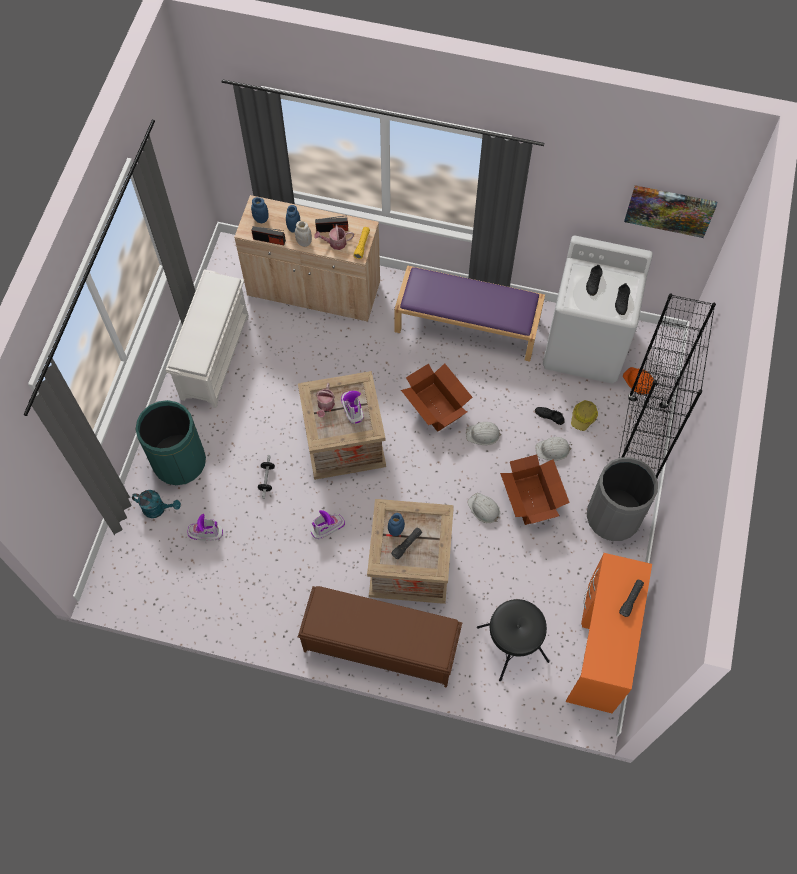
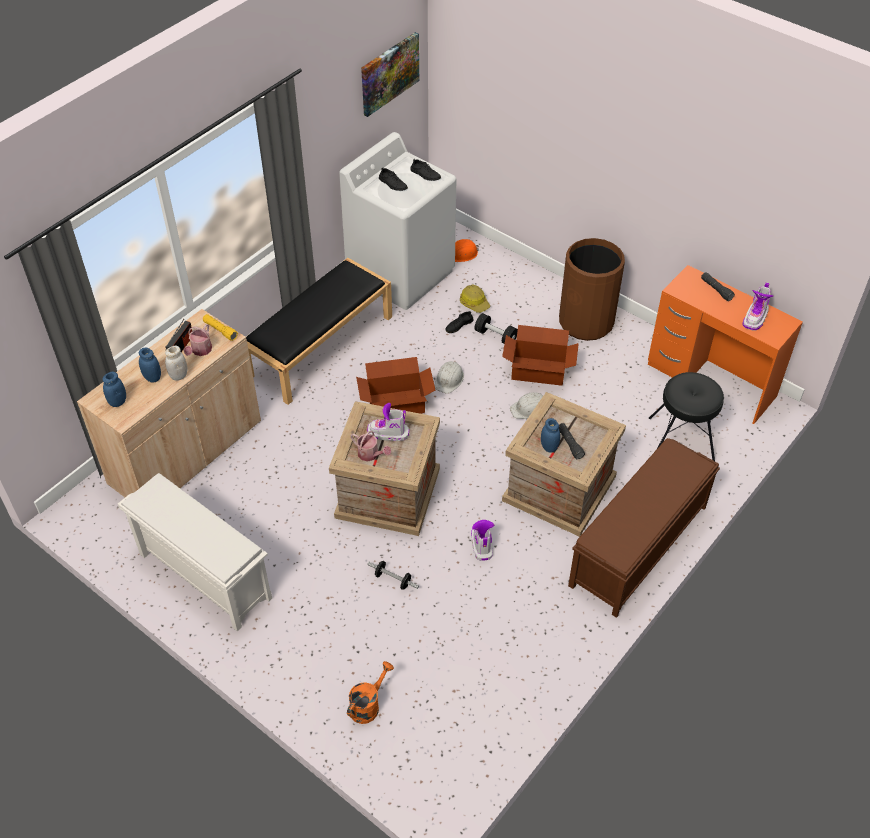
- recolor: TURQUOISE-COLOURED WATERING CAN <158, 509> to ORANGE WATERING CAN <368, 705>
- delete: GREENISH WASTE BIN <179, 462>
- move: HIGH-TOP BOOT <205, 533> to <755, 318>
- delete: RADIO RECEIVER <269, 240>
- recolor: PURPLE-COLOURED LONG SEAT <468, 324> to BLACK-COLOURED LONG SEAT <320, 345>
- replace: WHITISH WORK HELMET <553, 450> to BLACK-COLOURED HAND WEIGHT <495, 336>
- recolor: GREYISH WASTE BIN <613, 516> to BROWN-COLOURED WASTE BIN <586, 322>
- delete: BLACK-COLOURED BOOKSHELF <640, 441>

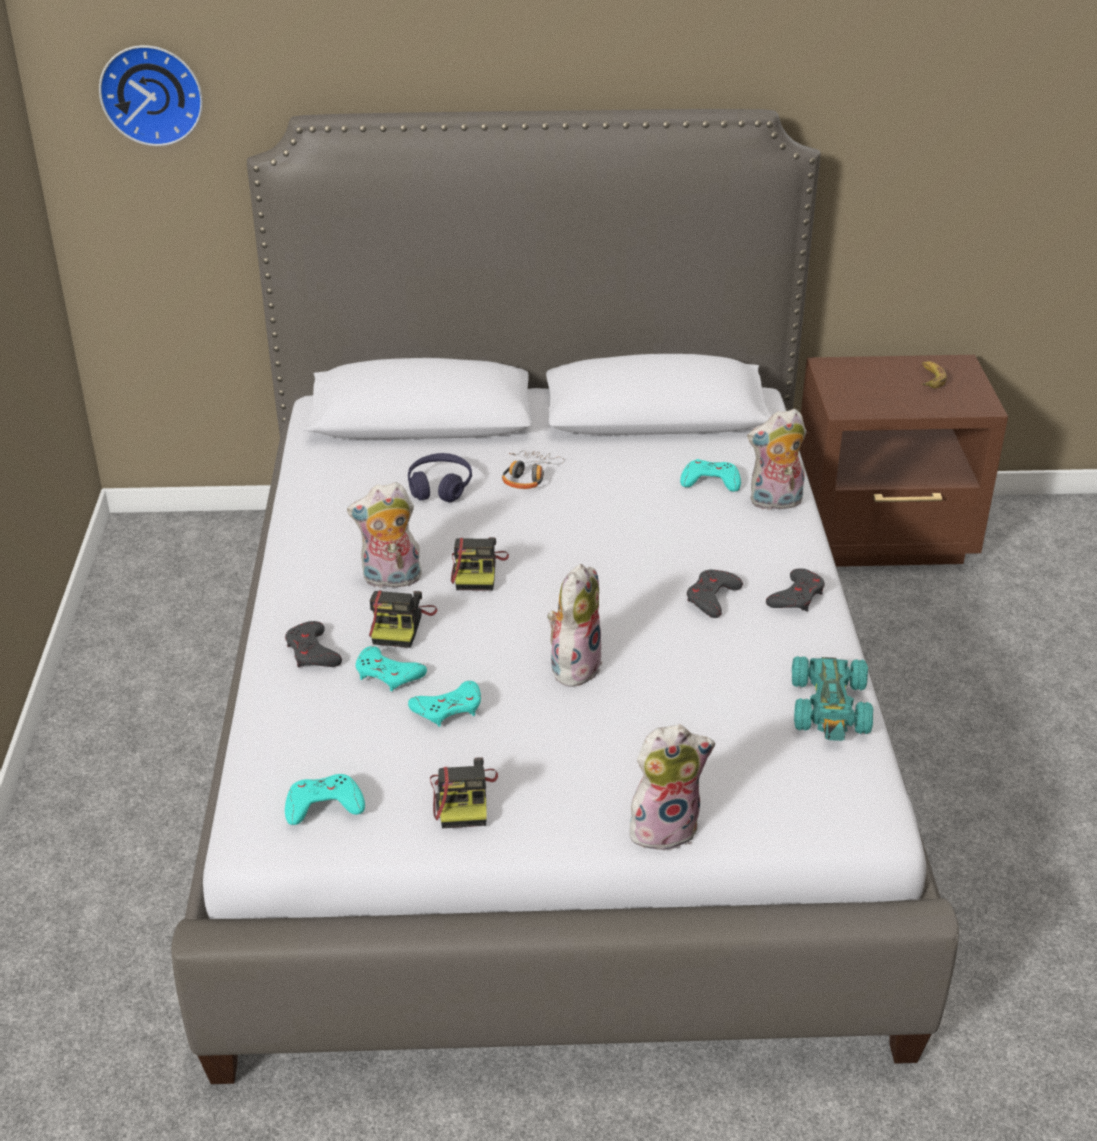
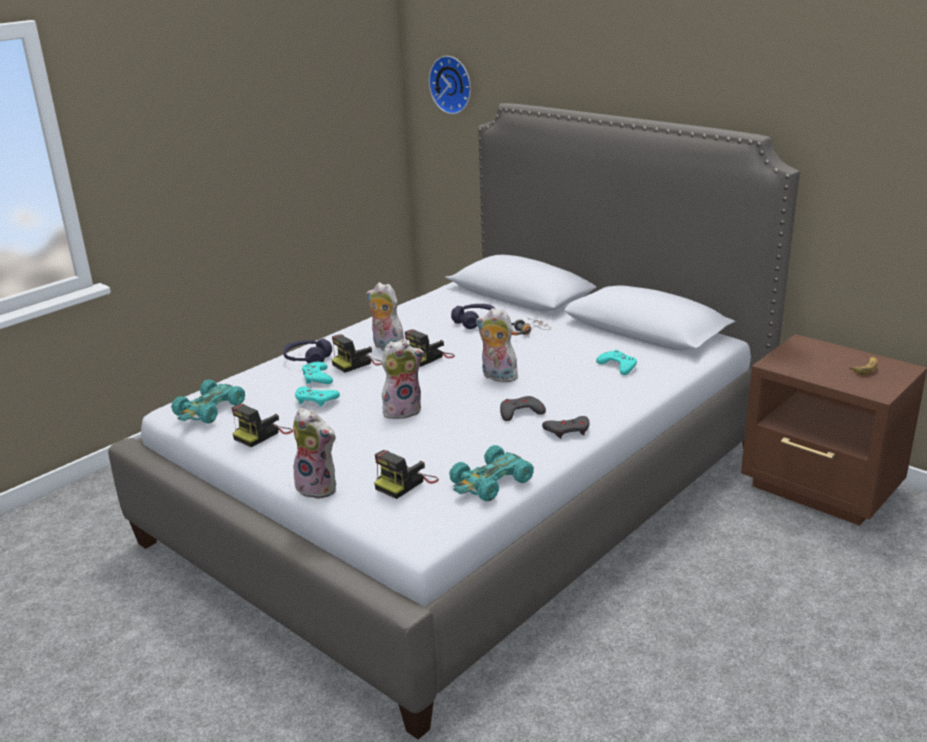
- replace: GREYISH GAMEPAD <312, 652> to PURPLE-COLOURED HEADPHONES <307, 359>
- replace: TURQUOISE-COLOURED GAMEPAD <323, 805> to TURQUOISE-COLOURED TOY CAR <209, 410>
- move: SOFT TOY <775, 503> to <497, 377>
- insert: PHOTO CAMERA <405, 483>

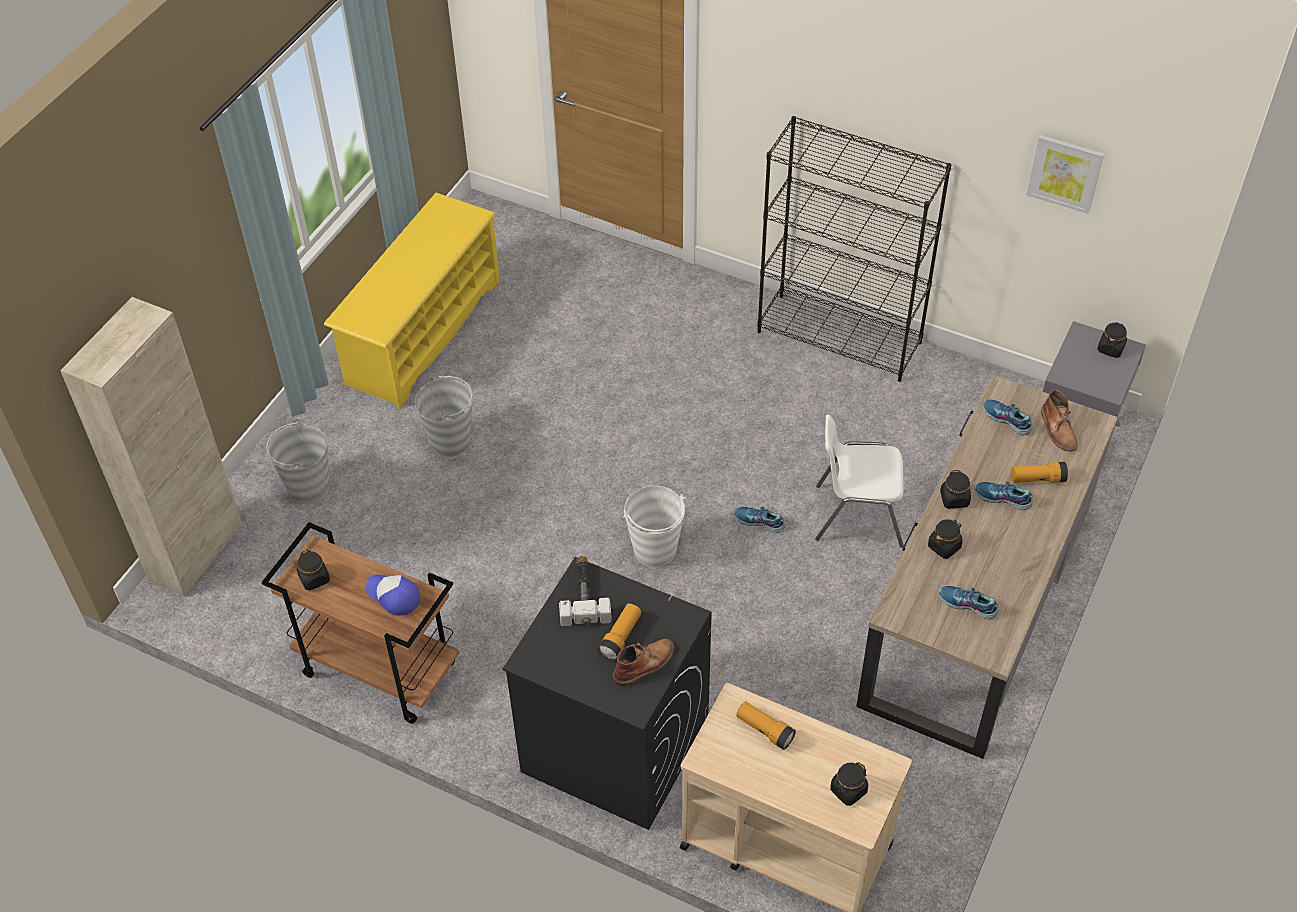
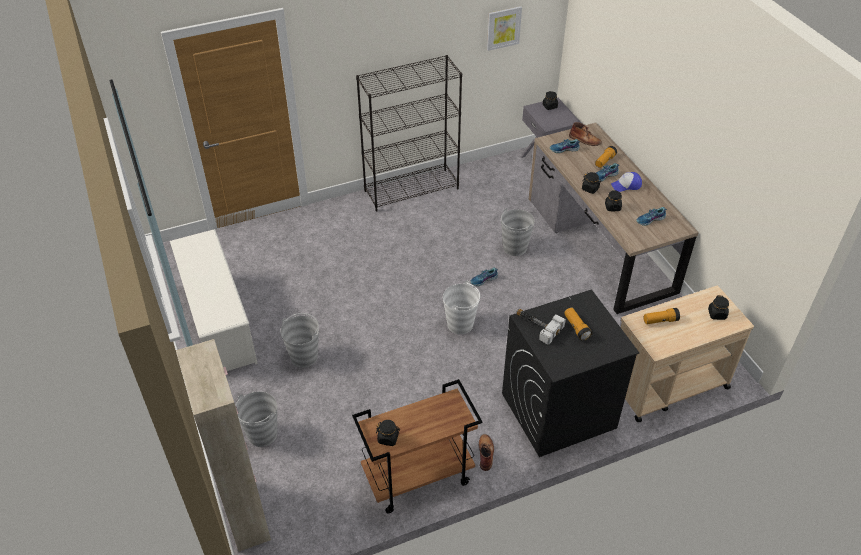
- recolor: YELLOW SHOE STAND <423, 332> to WHITISH SHOE STAND <218, 323>
- move: PEAKED CAP <393, 596> to <626, 185>
- move: BROWN-COLOURED HIGH-TOP BOOT <644, 664> to <485, 453>
- replace: WHITISH UPRIGHT CHAIR <857, 514> to GREYISH PAIL <514, 247>

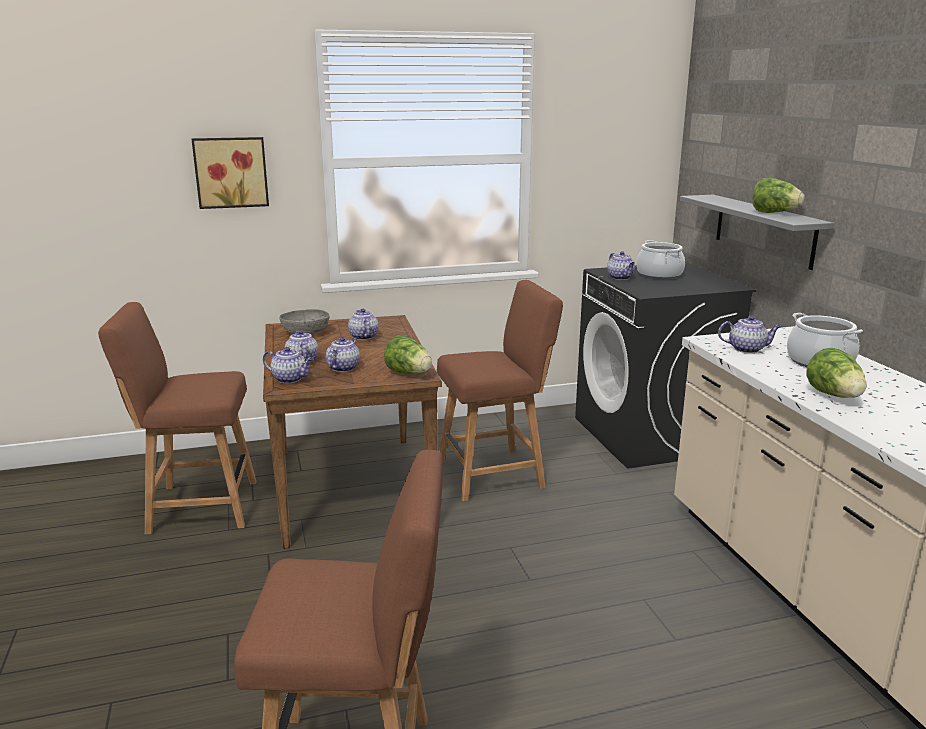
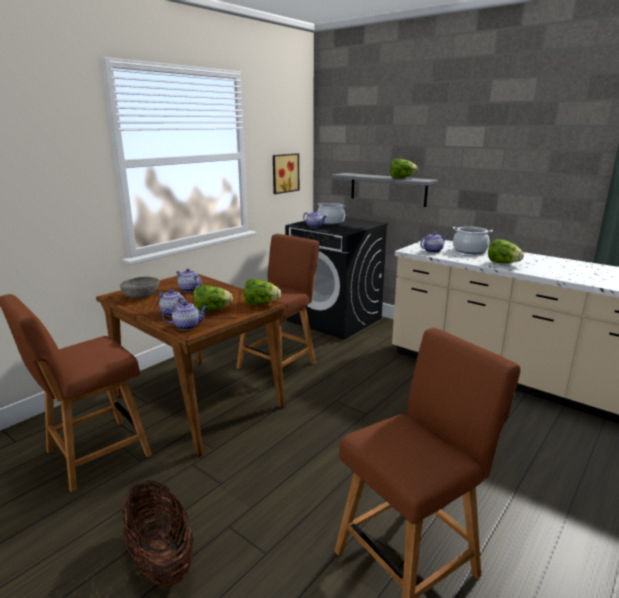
- move: WALL ART <231, 172> to <284, 173>
- replace: POT FOR TEA <343, 368> to LETTUCE HEAD <212, 310>
- insert: HOUSEHOLD BASKET <161, 558>

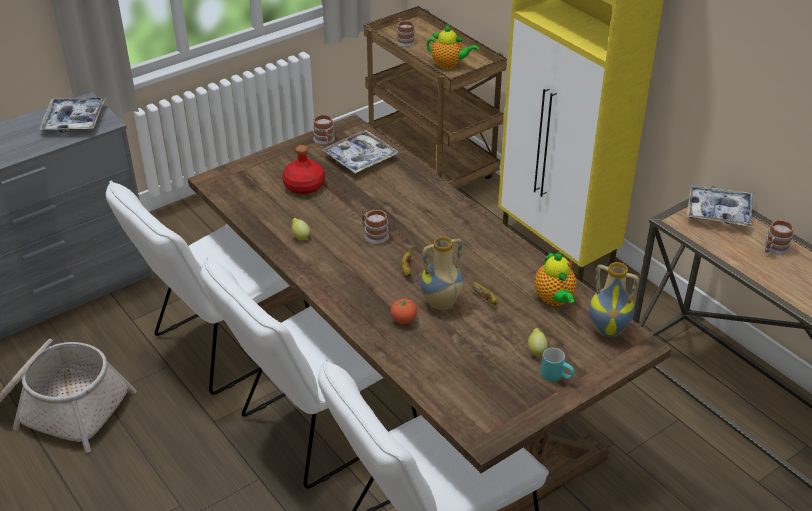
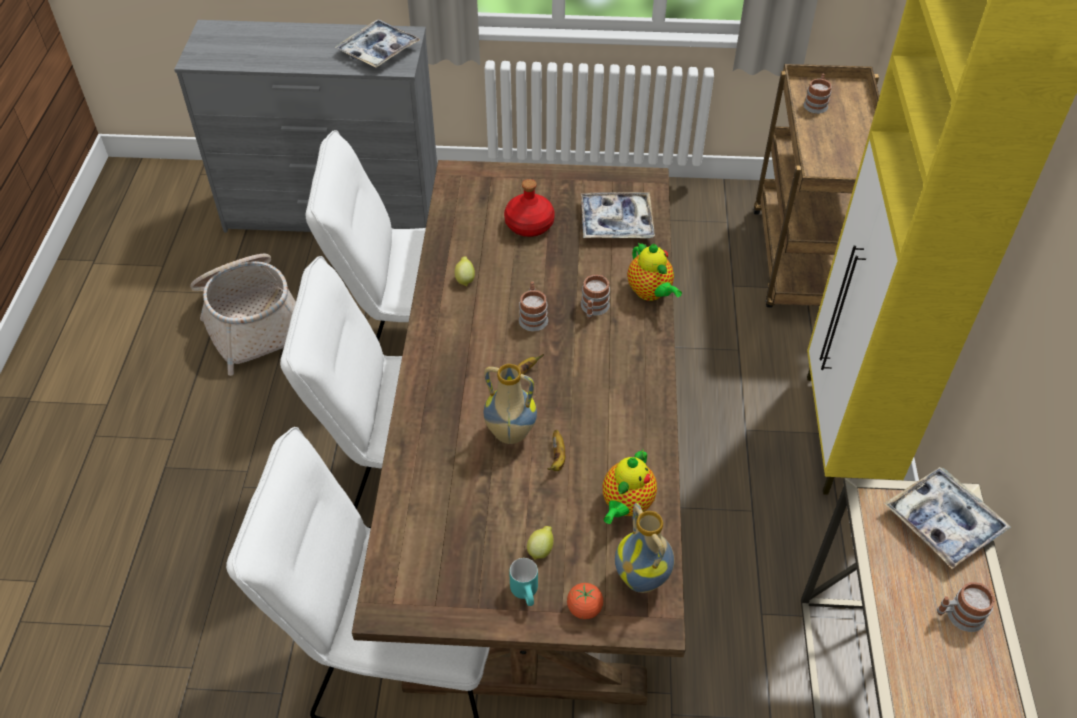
- move: COFFEE MUG <325, 141> to <593, 309>
- move: TOMATO <403, 320> to <584, 609>
- move: POT FOR TEA <449, 65> to <651, 293>

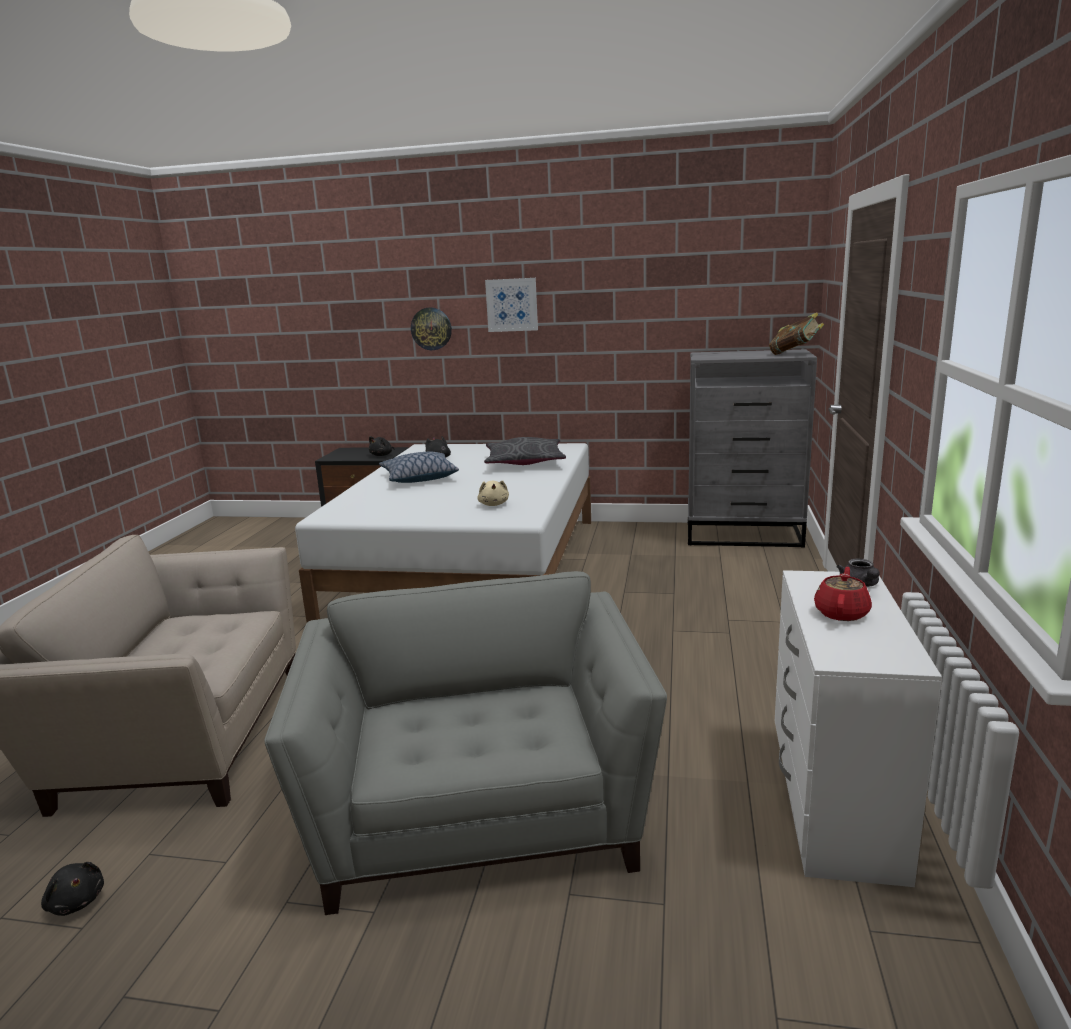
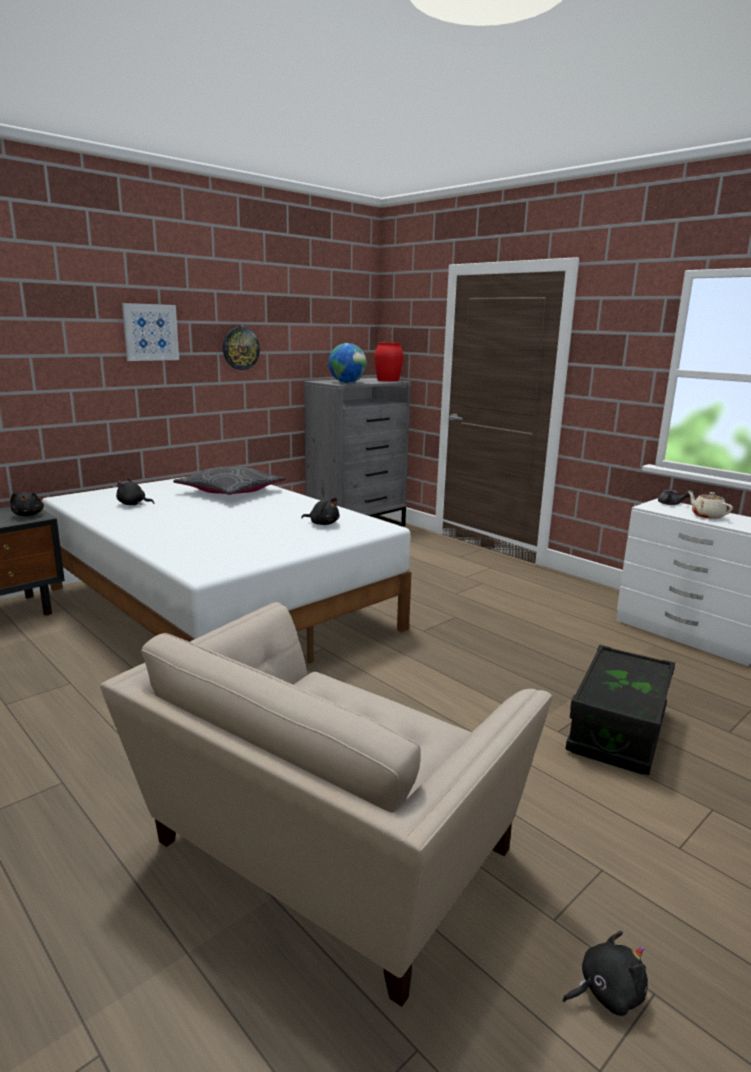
- replace: GREYISH LOUNGE CHAIR <480, 810> to BLACK-COLOURED STORAGE CONTAINER <618, 730>
- delete: PILLOW <419, 478>
- move: WALL CLOCK <431, 328> to <240, 348>
- recolor: BEIGE-COLOURED SOFT TOY <494, 504> to BLACK-COLOURED SOFT TOY <323, 523>
- replace: BOOK <795, 354> to RED VASE <387, 380>
- recolor: RED POT FOR TEA <841, 613> to BEIGE-COLOURED POT FOR TEA <707, 516>
- insert: DESK GLOBE <347, 383>

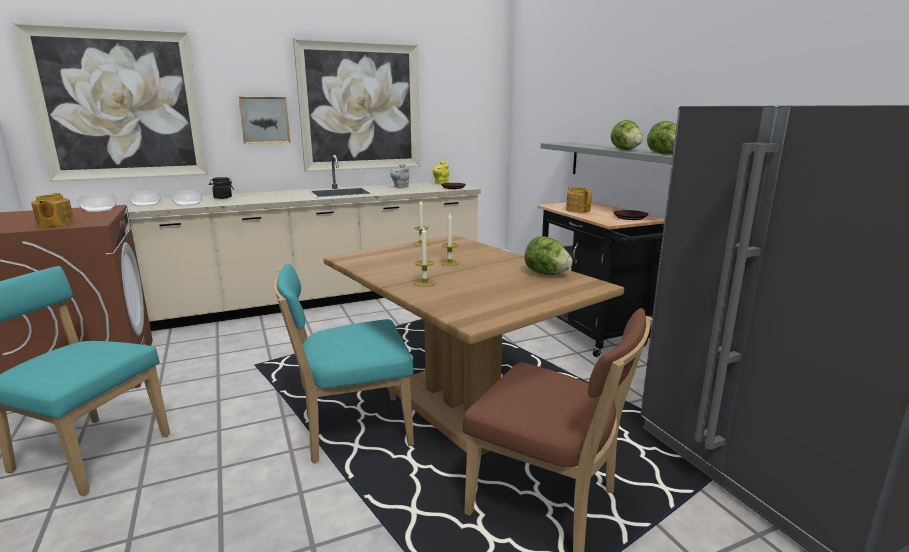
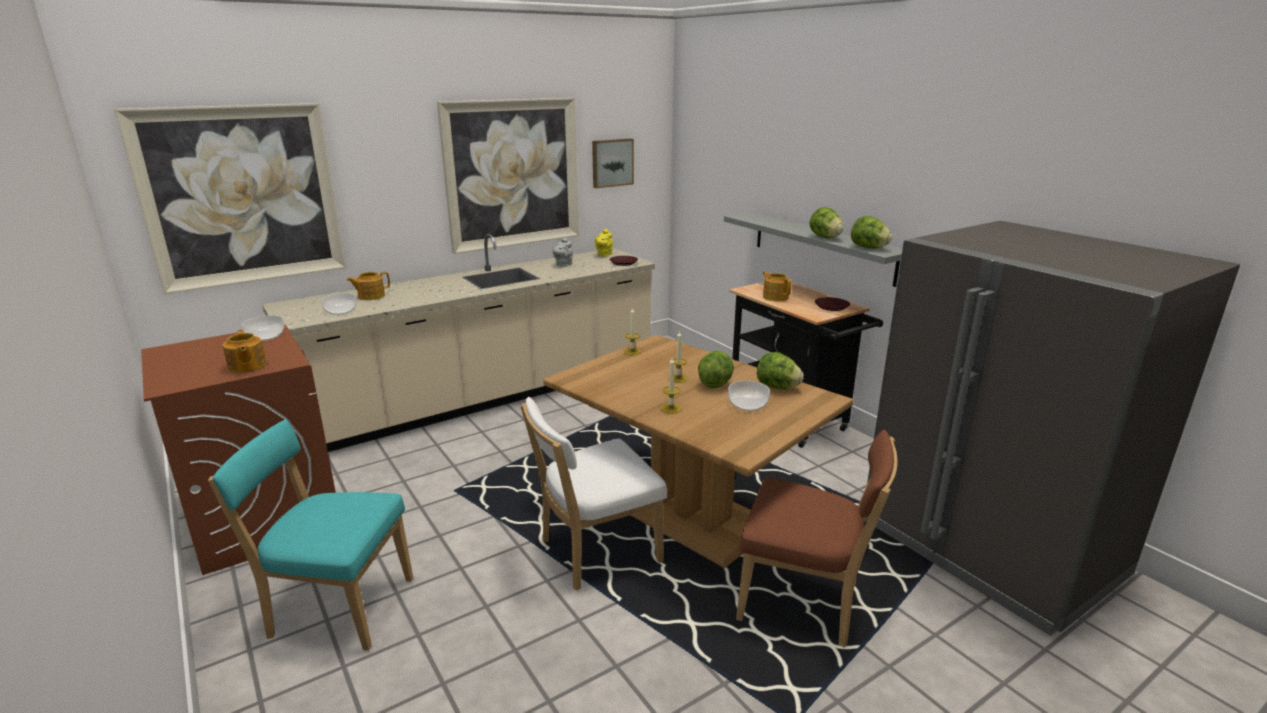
- move: DEEP DISH <146, 204> to <748, 404>
- replace: BLACK-COLOURED STORAGE JAR <222, 197> to POT FOR TEA <371, 296>
- move: WALL ART <264, 120> to <612, 162>
- recolor: TURQUOISE-COLOURED UPRIGHT CHAIR <351, 429> to WHITISH UPRIGHT CHAIR <595, 552>
- insert: LETTUCE HEAD <715, 384>

